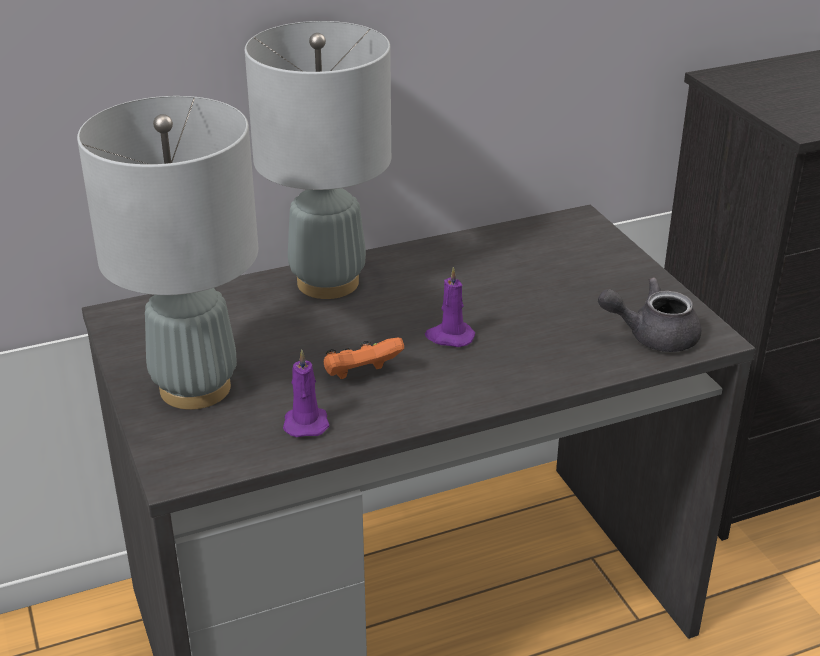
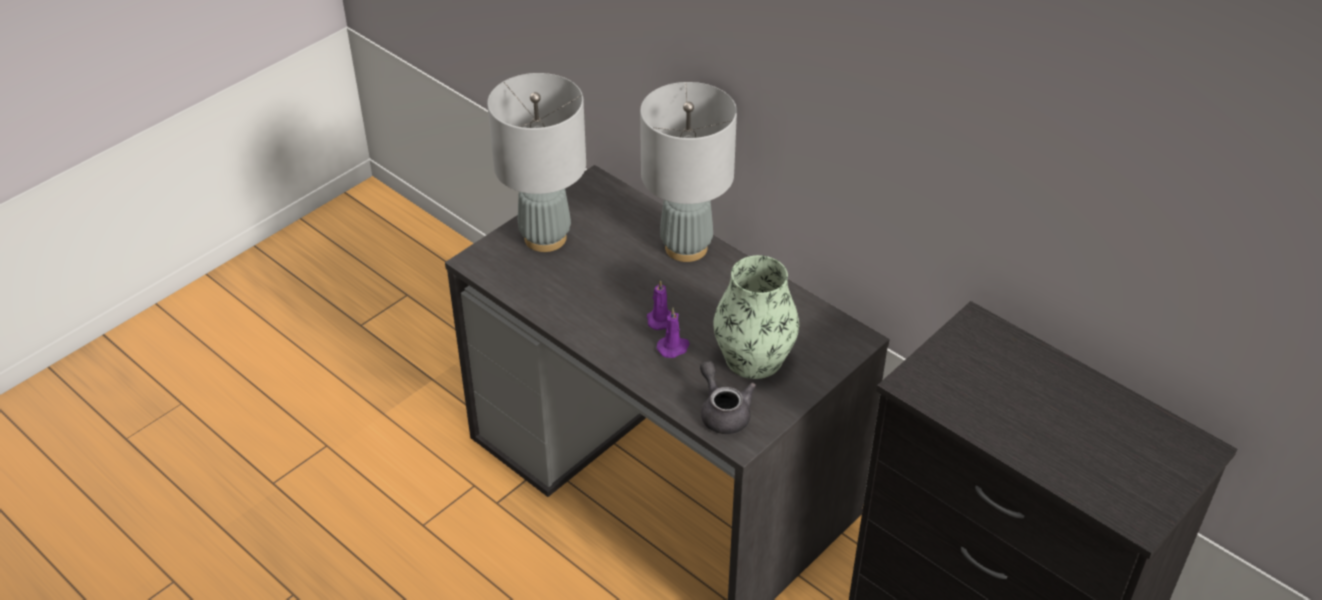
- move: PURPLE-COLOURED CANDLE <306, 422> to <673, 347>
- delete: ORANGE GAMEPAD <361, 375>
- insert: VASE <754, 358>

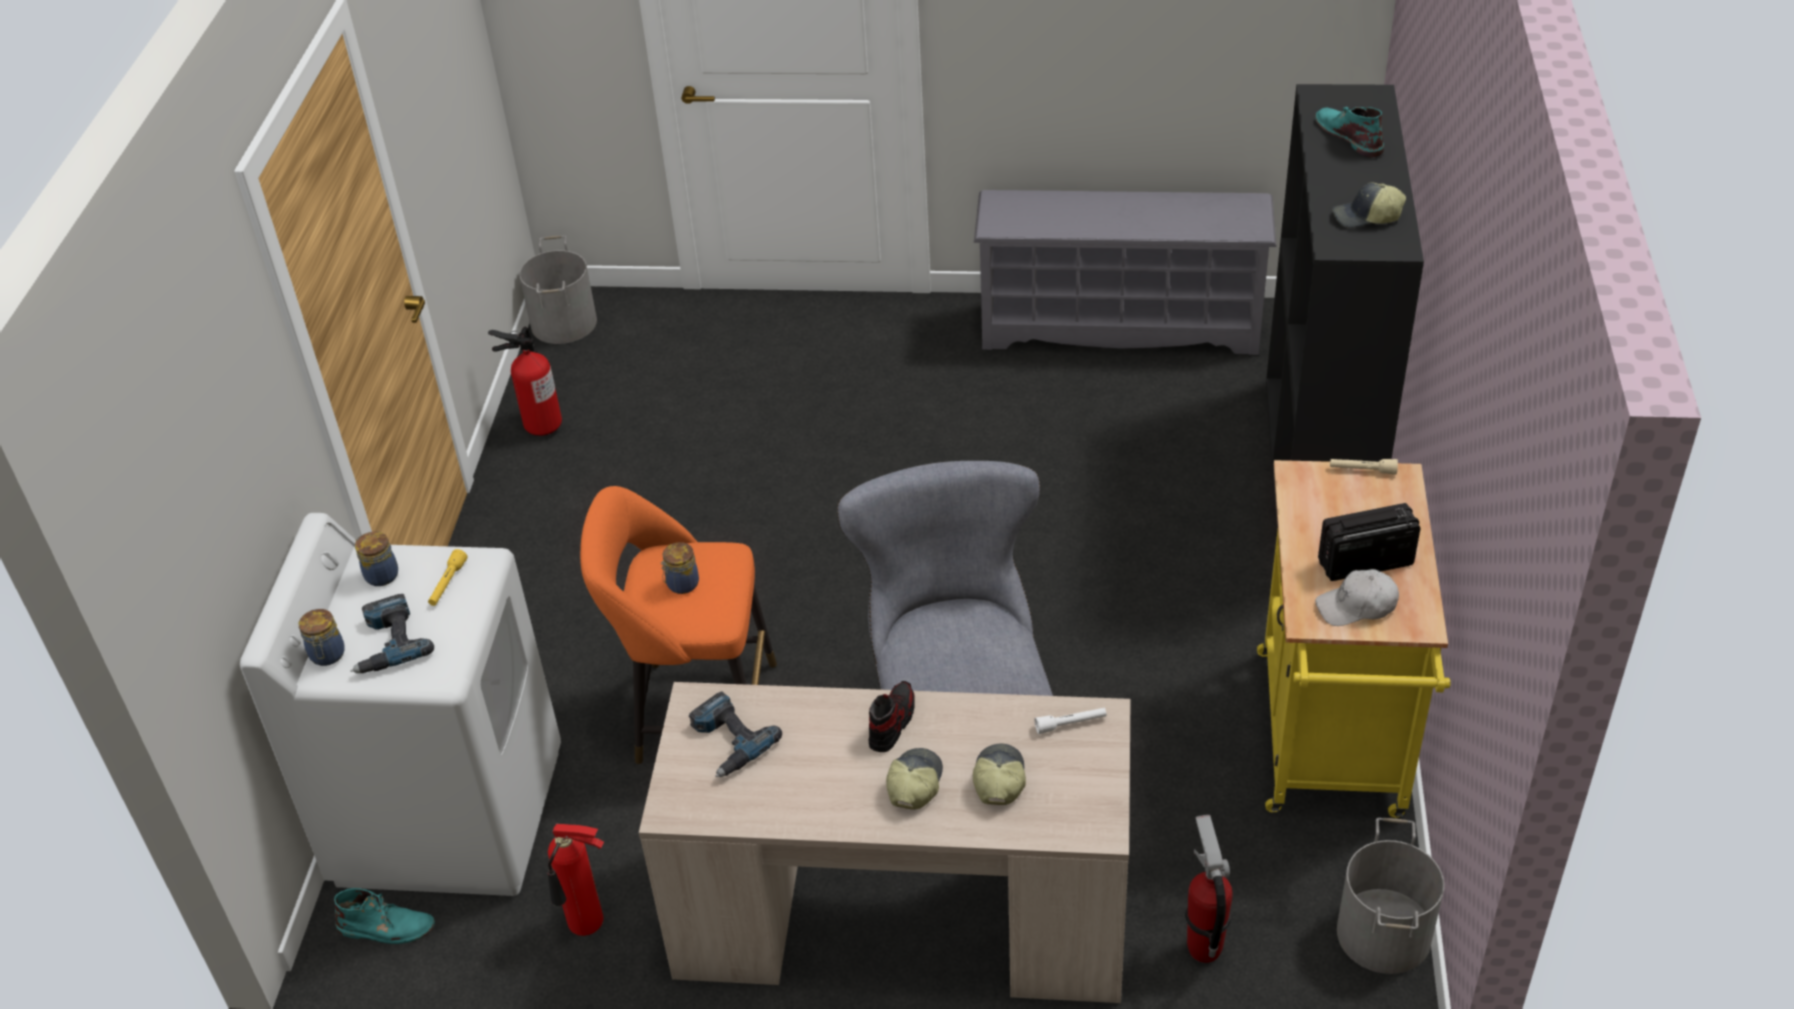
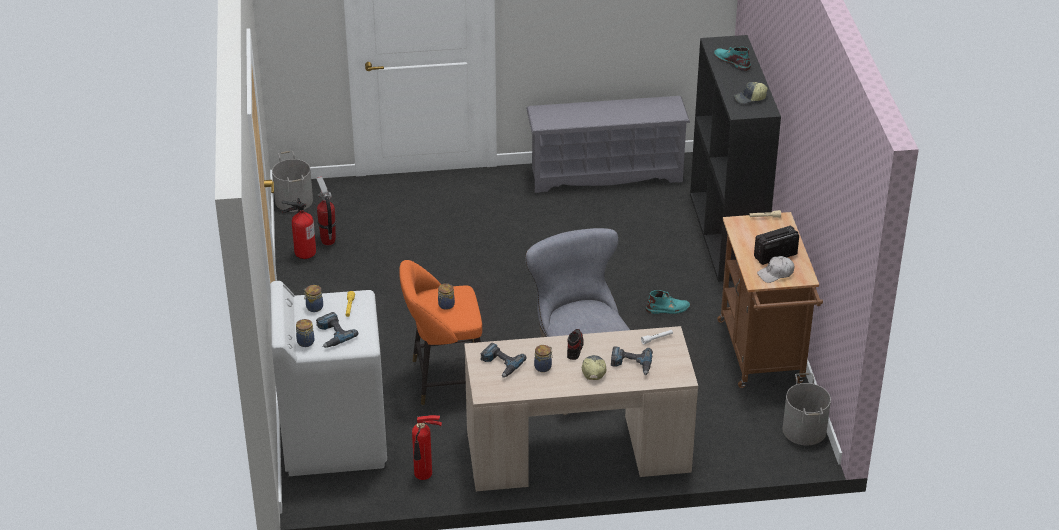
- move: TURQUOISE-COLOURED HIGH-TOP BOOT <387, 927> to <668, 309>
- replace: PEAKED CAP <998, 779> to POWER DRILL <631, 364>
- move: FIRE EXTINGUISHER <1204, 948> to <328, 241>
- recolor: YELLOW CART <1331, 745> to BROWN-COLOURED CART <762, 356>
- insert: STORAGE JAR <543, 367>

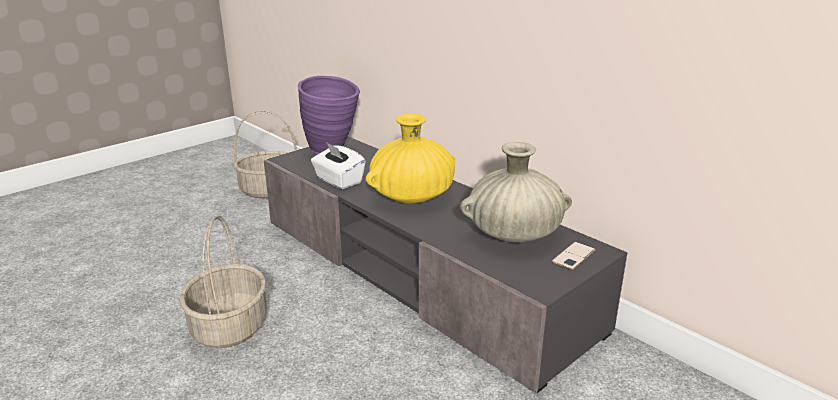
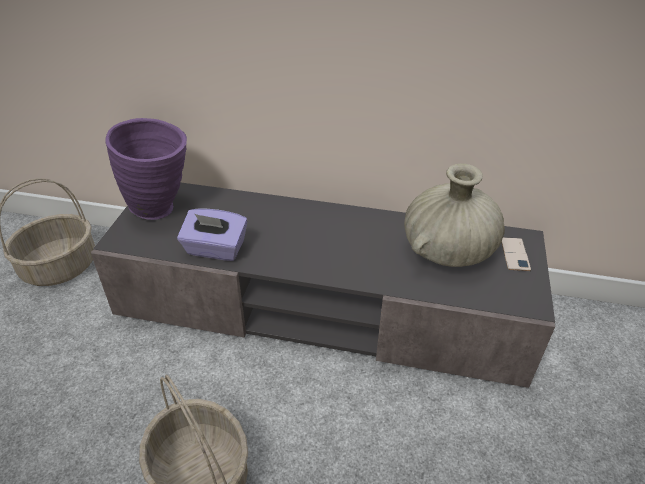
- recolor: WHITISH TISSUE HOLDER <338, 180> to PURPLE-COLOURED TISSUE HOLDER <215, 249>
- delete: YELLOW VASE <412, 197>

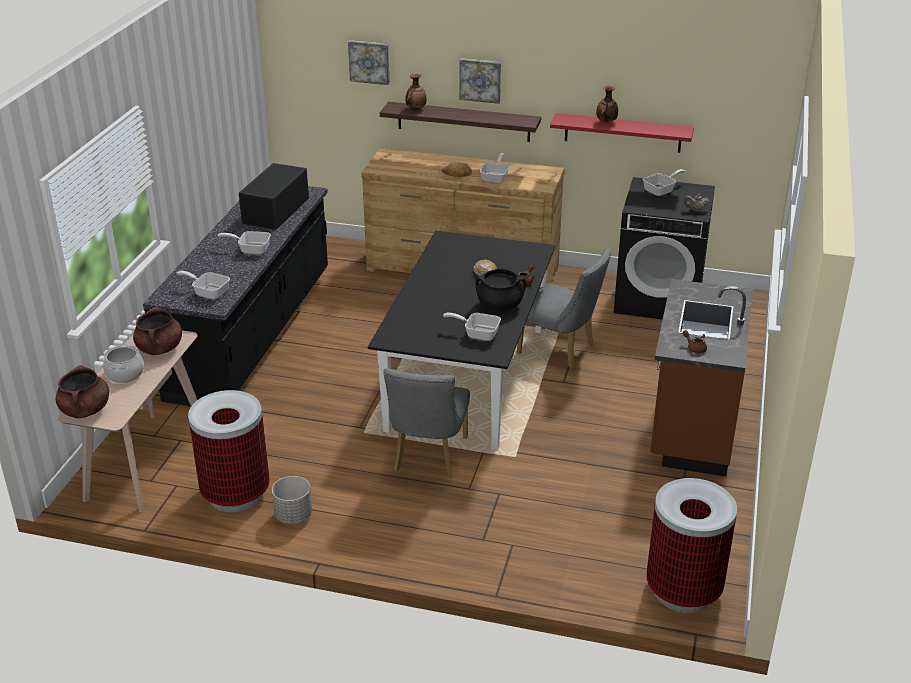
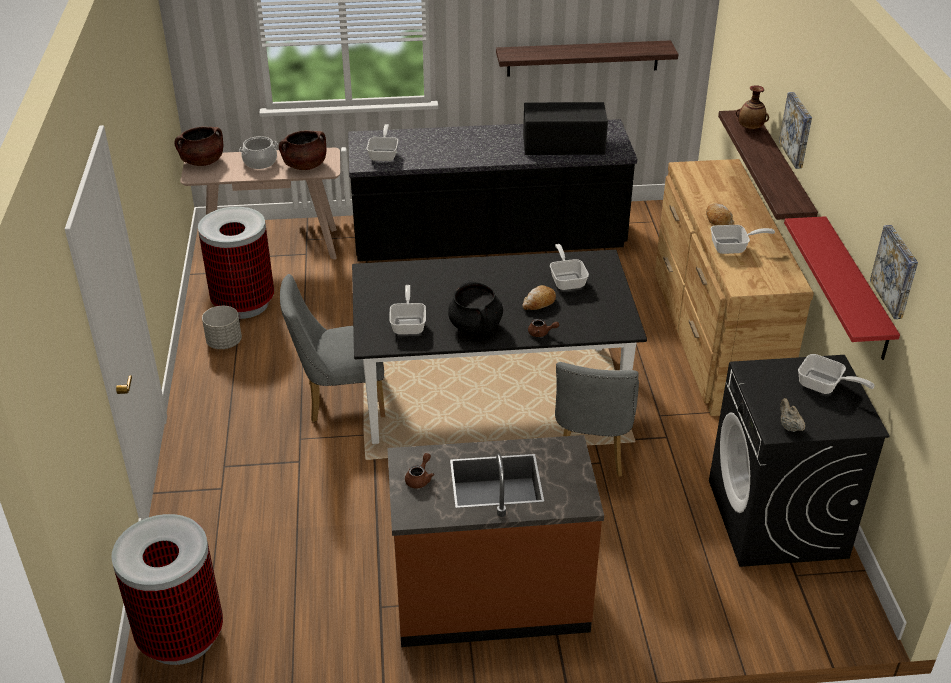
- move: PAN <251, 249> to <567, 280>
- move: WALL ART <369, 61> to <897, 271>
- delete: VASE <606, 122>
- insert: BRACKET SHELF <583, 58>

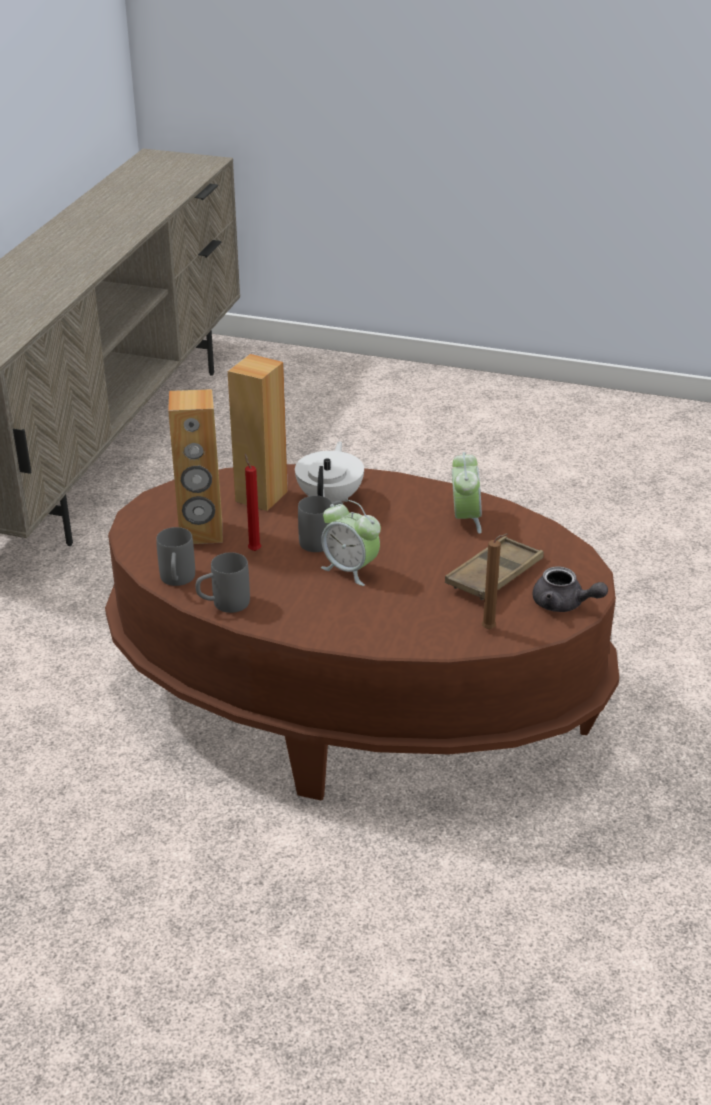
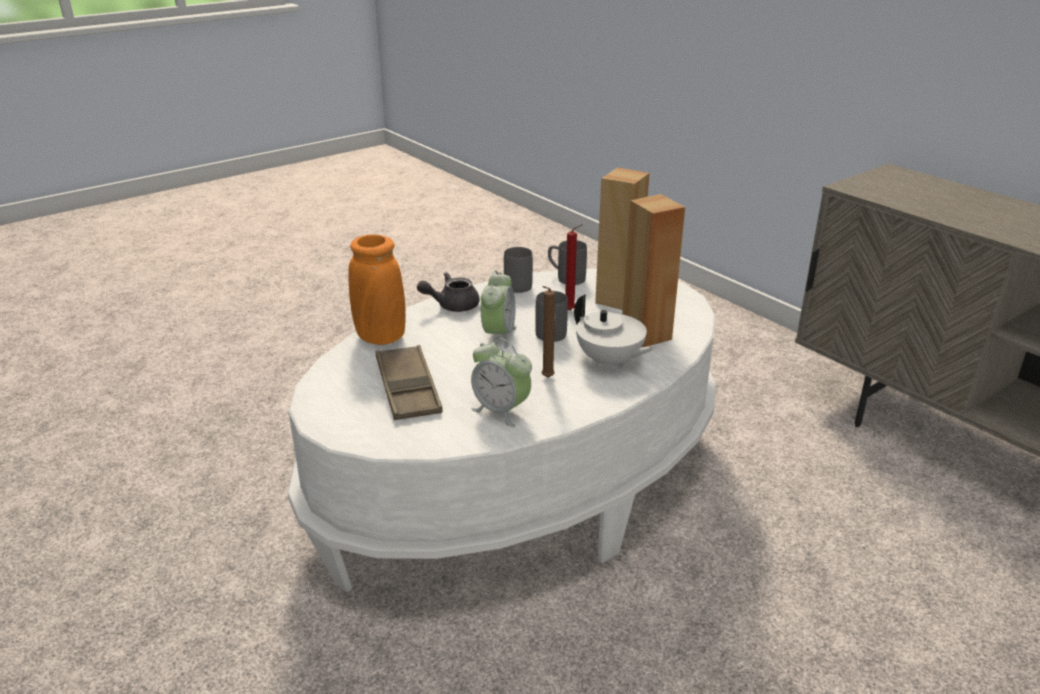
- recolor: BROWN-COLOURED LOW TABLE <355, 698> to WHITISH LOW TABLE <519, 486>
- rotate: TABLE CLOCK <350, 569> = <498, 335> 120 degrees clockwise
- move: BROWN-COLOURED CANDLE <491, 629> to <546, 378>
- move: GREYISH POT FOR TEA <564, 604> to <452, 305>
- insert: ORANGE VASE <380, 337>

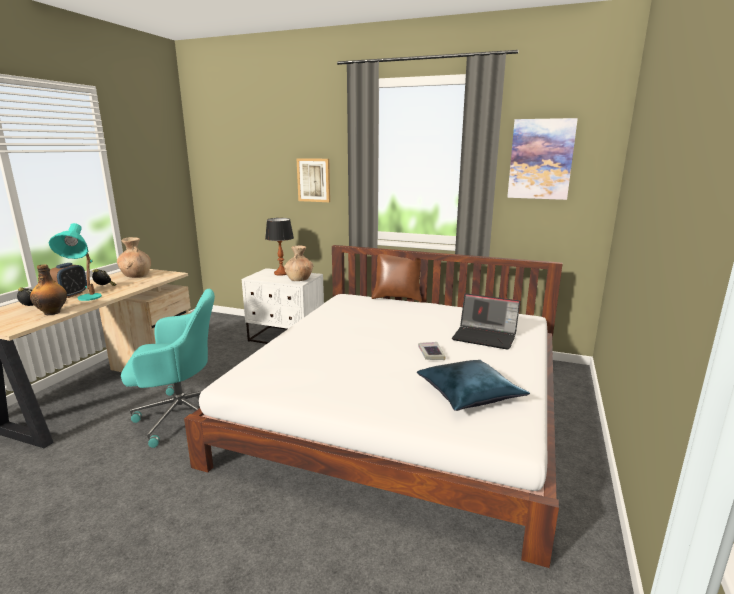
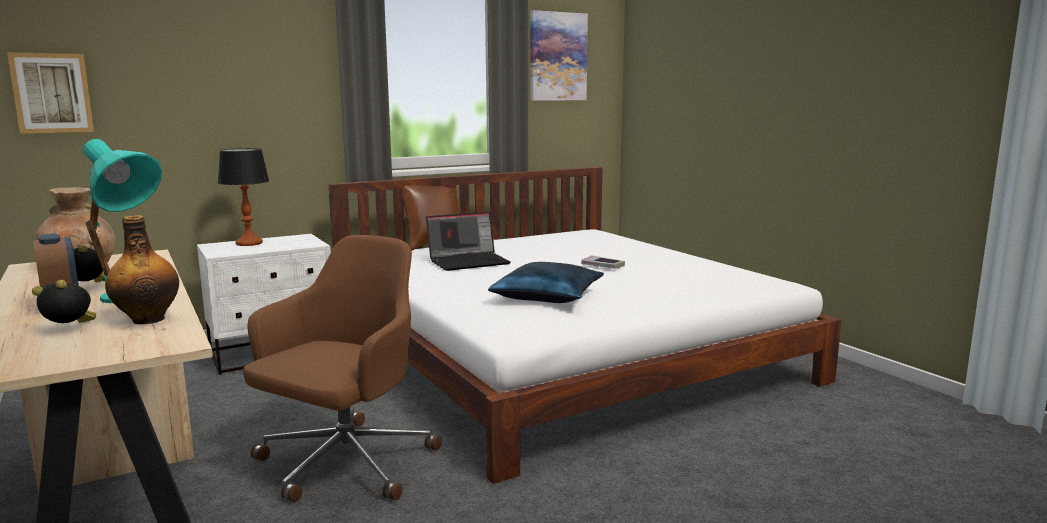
- recolor: TURQUOISE-COLOURED COMPUTER CHAIR <180, 415> to BROWN-COLOURED COMPUTER CHAIR <344, 464>
- delete: BROWN-COLOURED VASE <299, 279>
- move: WALL ART <314, 180> to <52, 93>
- move: BLUE-COLOURED PILLOW <469, 394> to <548, 296>
- move: PORTABLE COMPUTER <485, 337> to <469, 262>

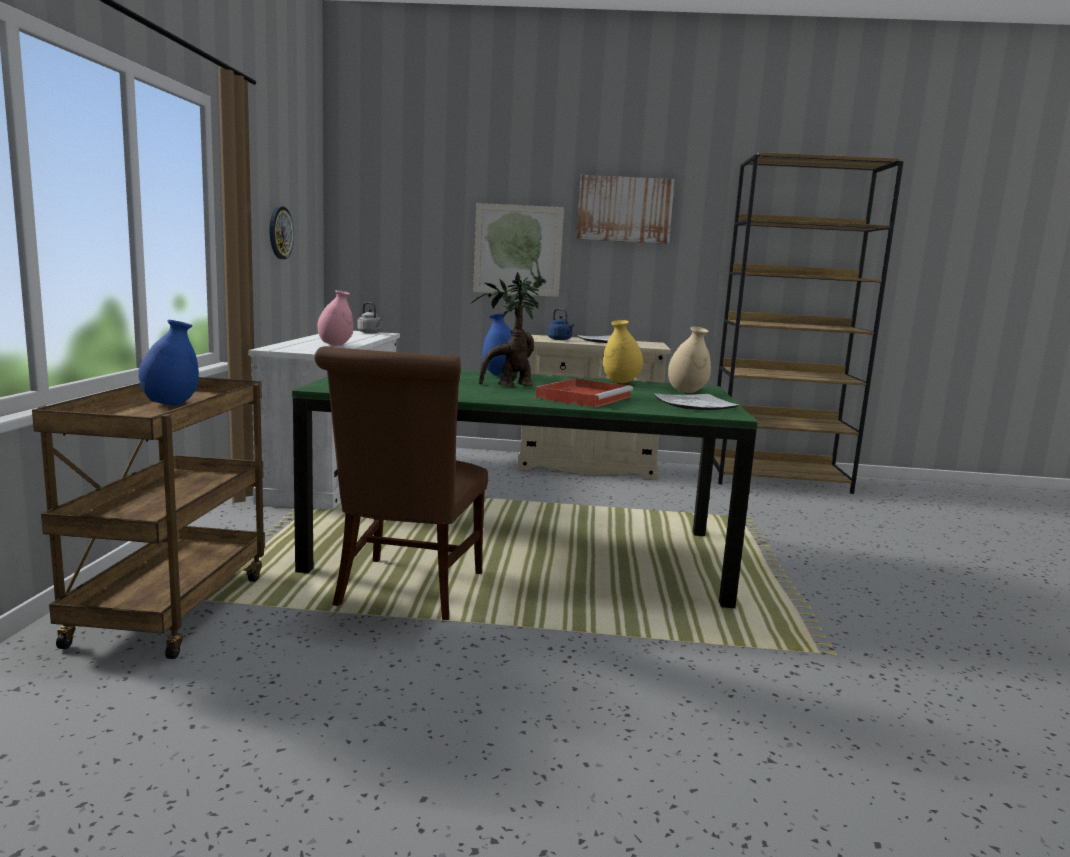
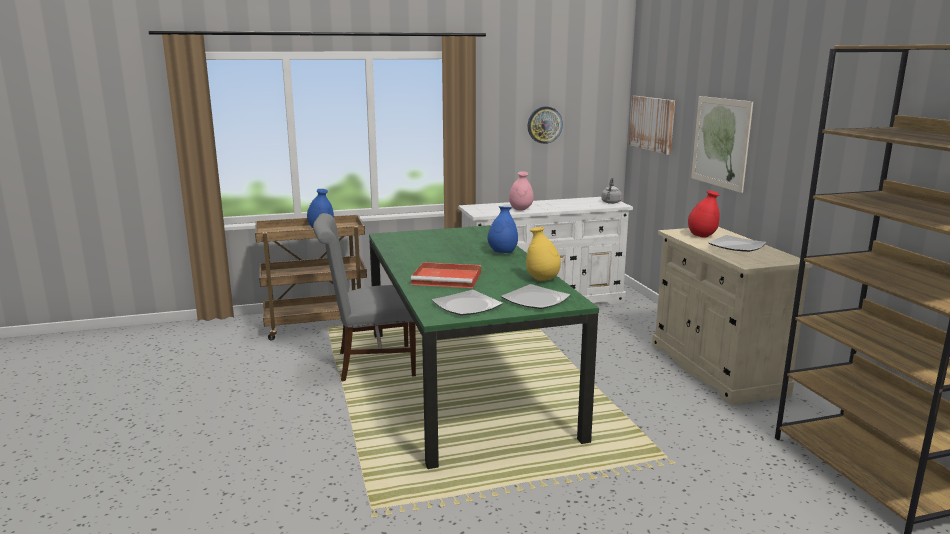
- recolor: BROWN-COLOURED UPRIGHT CHAIR <407, 592> to GREYISH UPRIGHT CHAIR <370, 364>
- delete: HOUSEPLANT <509, 385>
- replace: BLUE-COLOURED KETTLE <560, 339> to RED VASE <702, 236>
- move: WALL ART <624, 209> to <652, 123>
- replace: BEIGE-COLOURED VASE <687, 391> to FLAT DISH <534, 300>

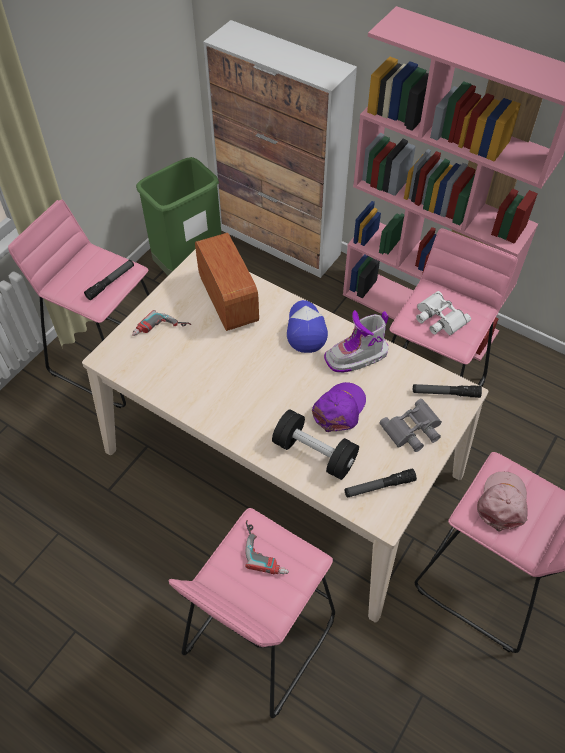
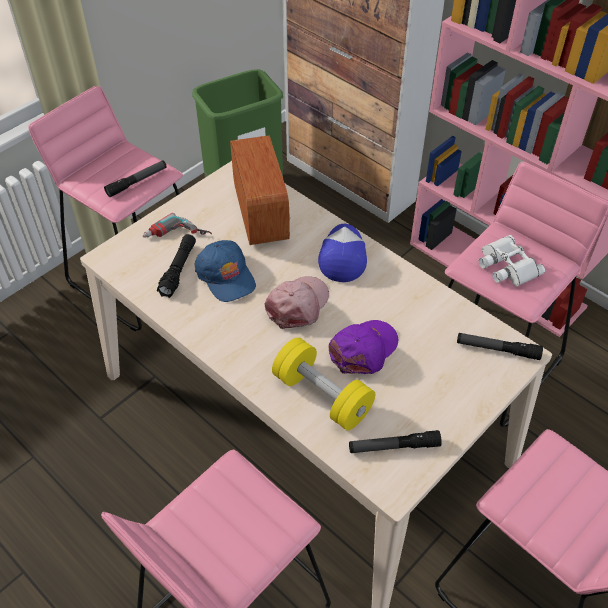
- delete: POWER DRILL <266, 549>
- recolor: BLACK-COLOURED HAND WEIGHT <314, 453> to YELLOW HAND WEIGHT <322, 396>
- delete: HIGH-TOP BOOT <357, 357>
- delete: GREYISH PAIR OF BINOCULARS <413, 430>
- move: PINKISH PEAKED CAP <502, 503> to <298, 305>
- insert: BLACK-COLOURED TORCH <178, 270>
- insert: BLUE-COLOURED PEAKED CAP <226, 276>

